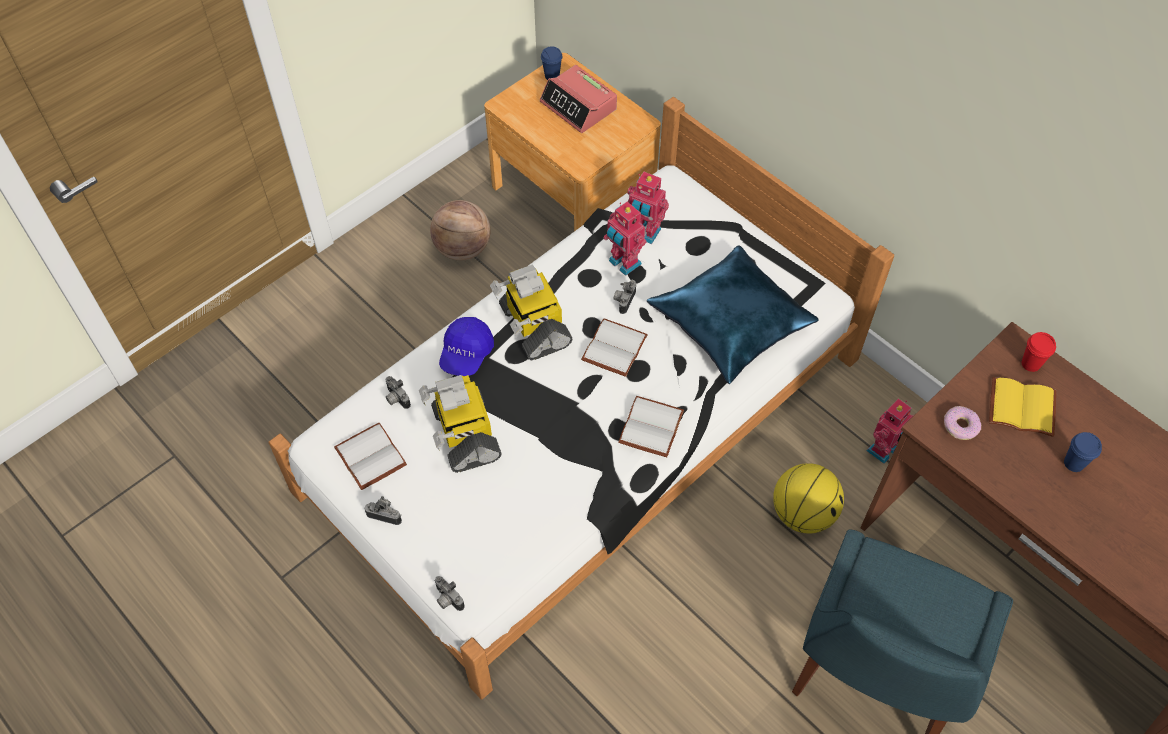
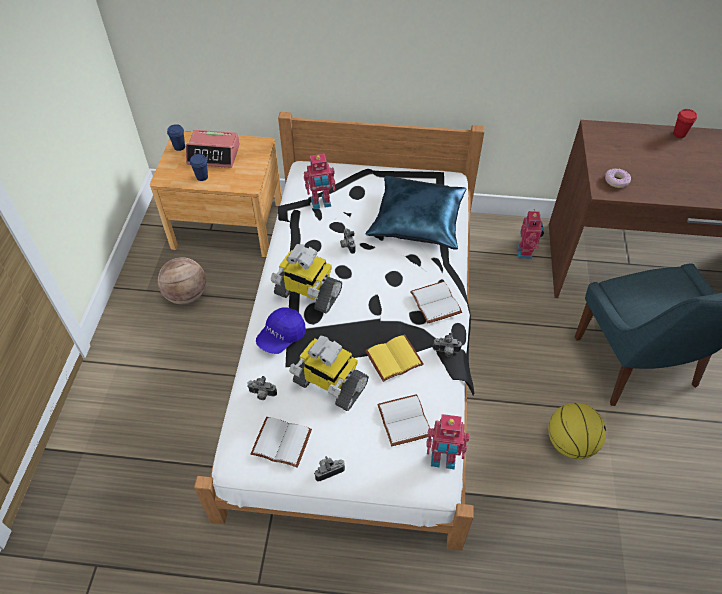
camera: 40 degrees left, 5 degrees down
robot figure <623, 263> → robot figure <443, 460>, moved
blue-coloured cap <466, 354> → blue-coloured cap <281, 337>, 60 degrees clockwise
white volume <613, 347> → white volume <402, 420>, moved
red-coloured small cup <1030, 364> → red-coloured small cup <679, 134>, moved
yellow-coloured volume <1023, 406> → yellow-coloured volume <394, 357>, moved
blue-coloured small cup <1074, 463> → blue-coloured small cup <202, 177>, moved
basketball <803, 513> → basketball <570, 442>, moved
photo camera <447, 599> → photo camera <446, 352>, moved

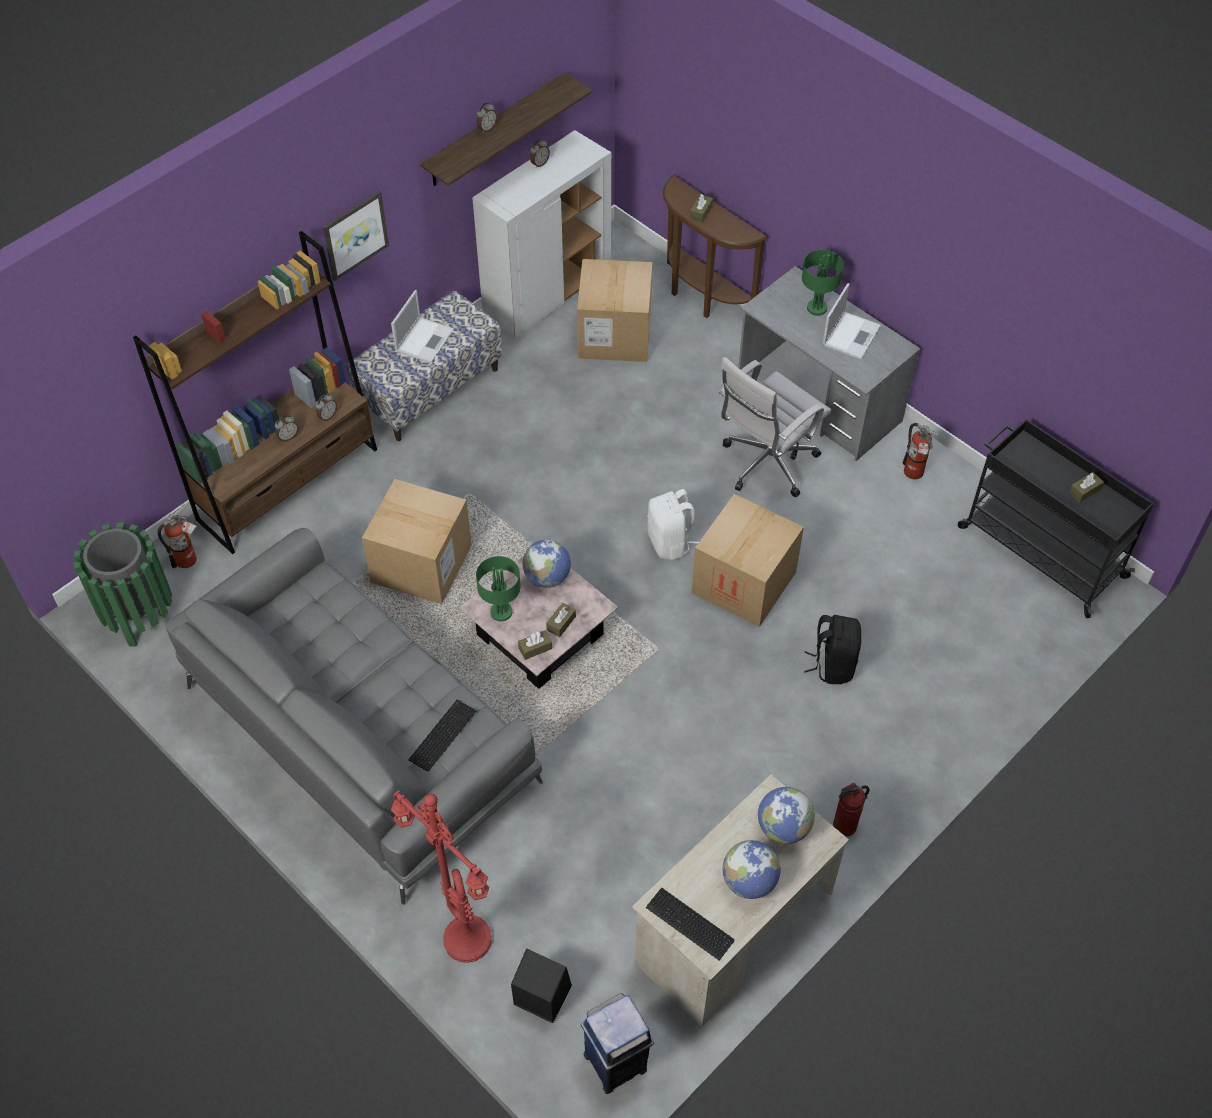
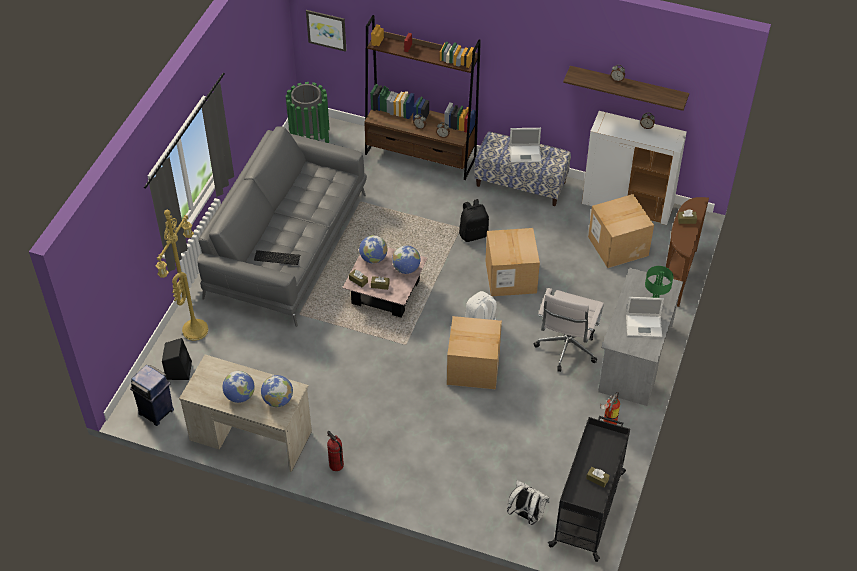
camera: 65 degrees right, 5 degrees down
picture <355, 235> → picture <326, 30>, moved
white computer chair <765, 465> → white computer chair <566, 349>, 90 degrees counterclockwise
cardboard box <421, 564> → cardboard box <510, 277>, moved
fire-fighting cylinder <189, 559> → -
green-coloured table lamp <501, 611> → desk globe <373, 258>
blackish backpack <832, 664> → blackish backpack <473, 234>, moved
red-coloured standard lamp <463, 940> → yellow-coloured standard lamp <194, 329>
keyboard <690, 925> → -
- → white backpack <526, 515>

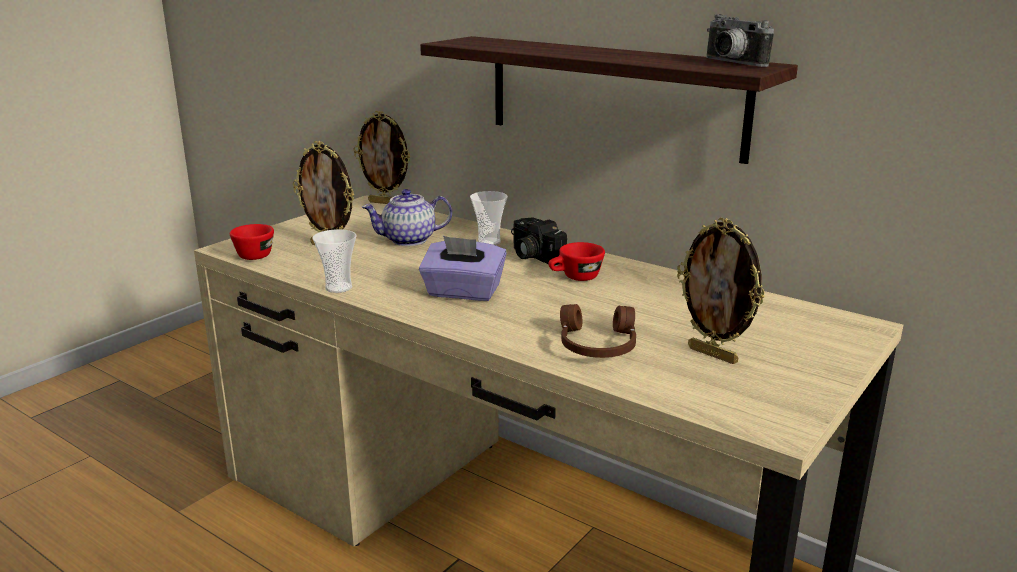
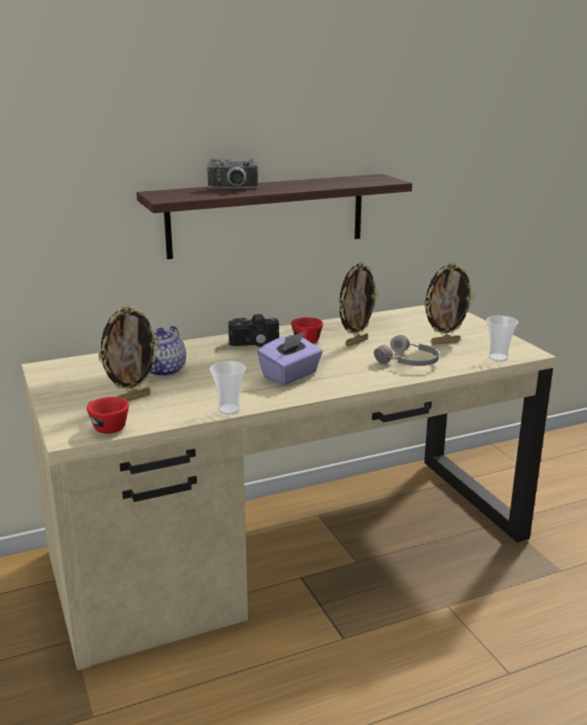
camera: 60 degrees left, 0 degrees up
photo camera <730, 63> → photo camera <233, 189>, moved
photo frame <385, 203> → photo frame <355, 342>, moved
small cup <489, 242> → small cup <498, 357>, moved
brown pair of headphones <596, 346> → gray pair of headphones <408, 362>

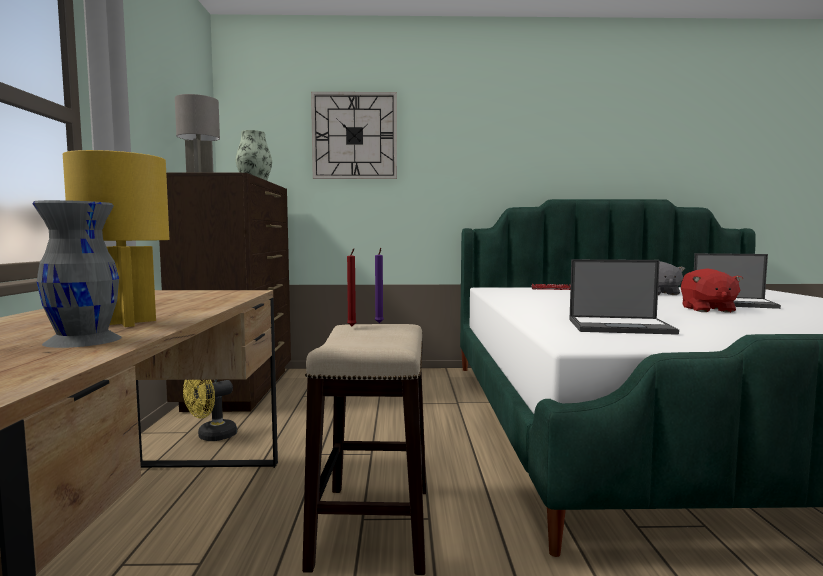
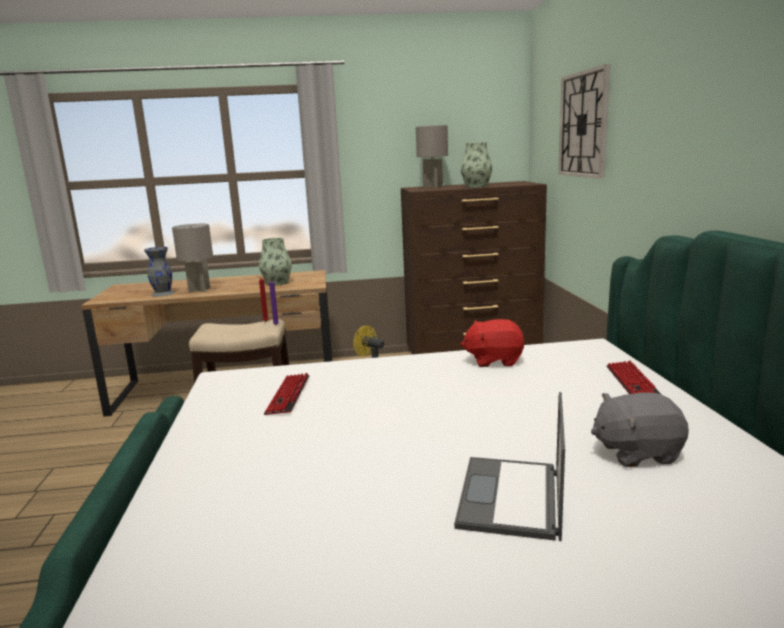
camera: 85 degrees right, 10 degrees up
yellow-coloured table lamp <124, 323> → gray table lamp <199, 290>
notebook computer <621, 326> → keyboard <288, 395>
red-coloured plush toy <707, 310> → red-coloured plush toy <493, 360>, moved
- → decorative vase <277, 283>

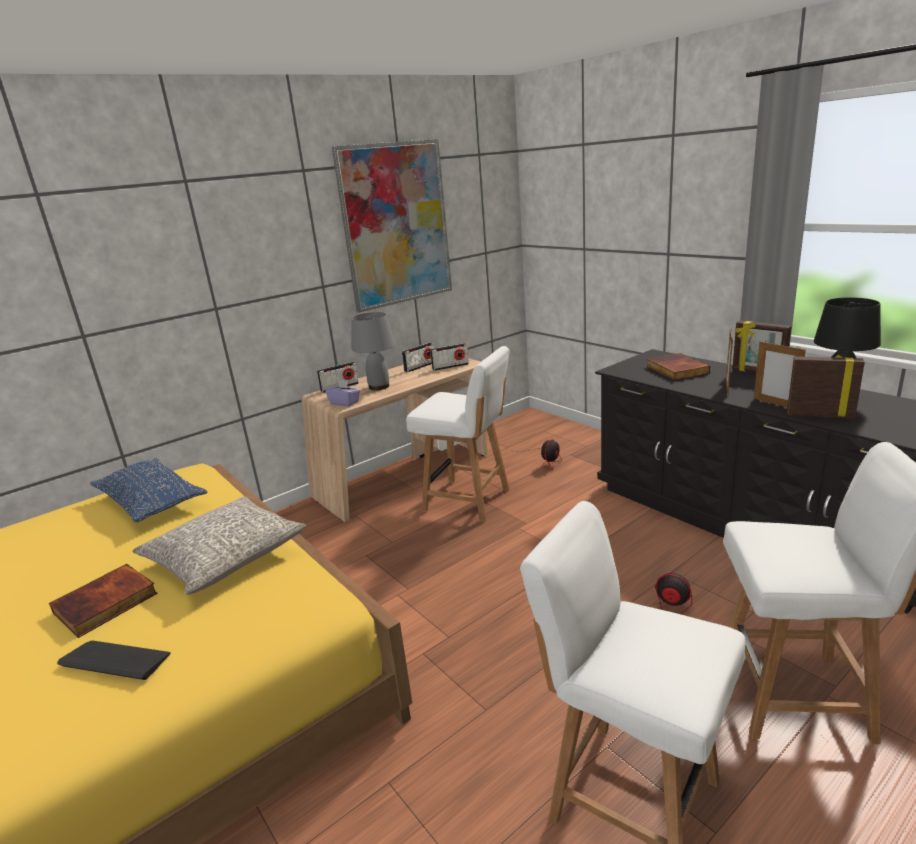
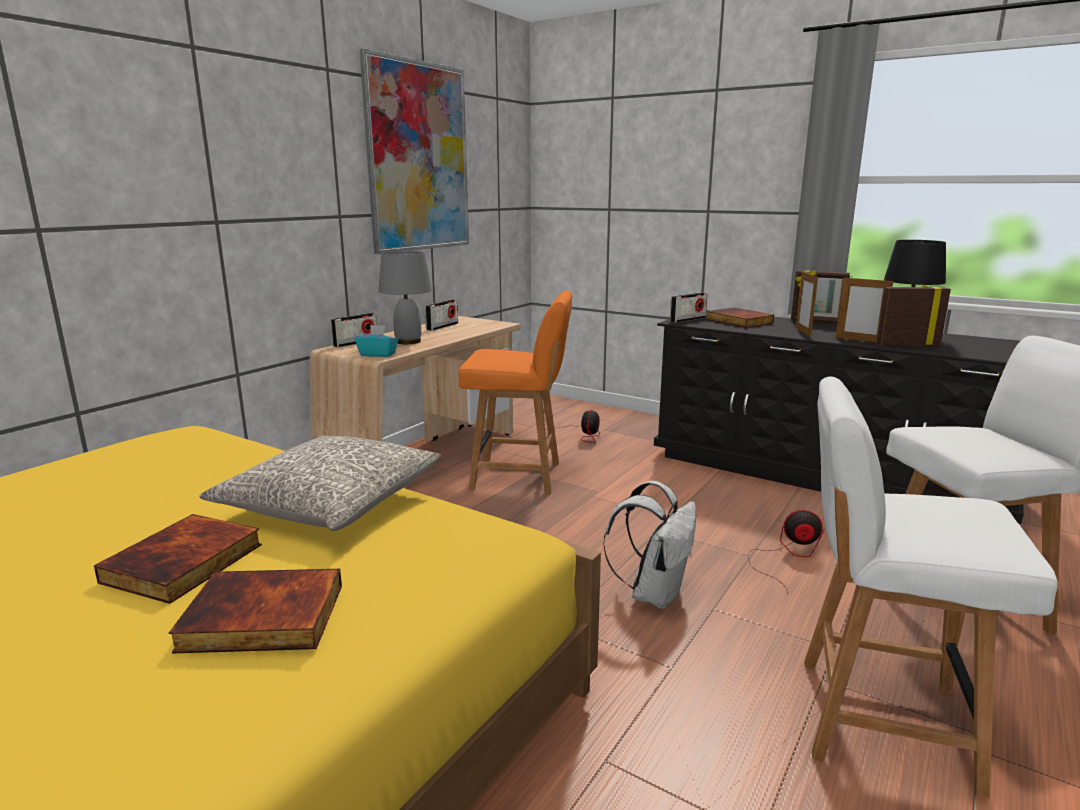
camera: 20 degrees left, 5 degrees down
radio <450, 366> → radio <687, 319>, moved
white plain chair <468, 501> → orangey plain chair <518, 476>
purplish tissue holder <345, 403> → turquoise tissue holder <378, 354>
blue-coloured cushion <151, 502> → -
keyboard <116, 661> → volume <261, 619>
- → white backpack <654, 593>

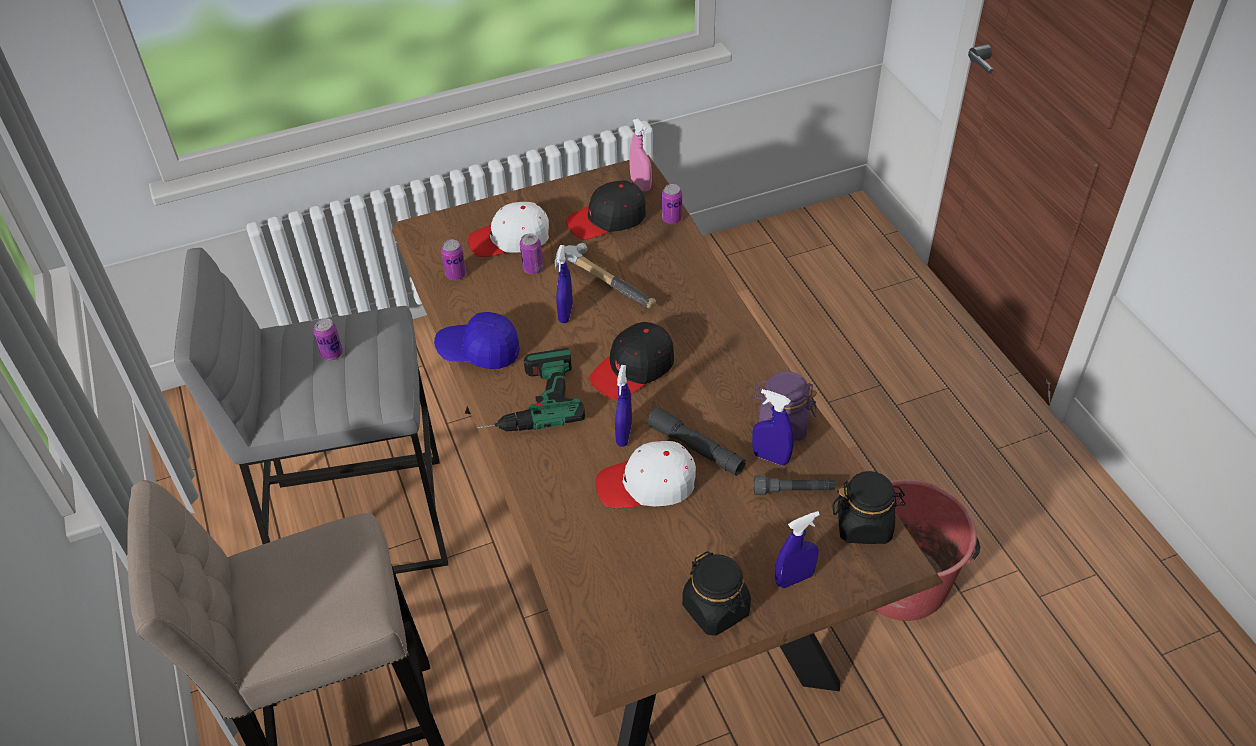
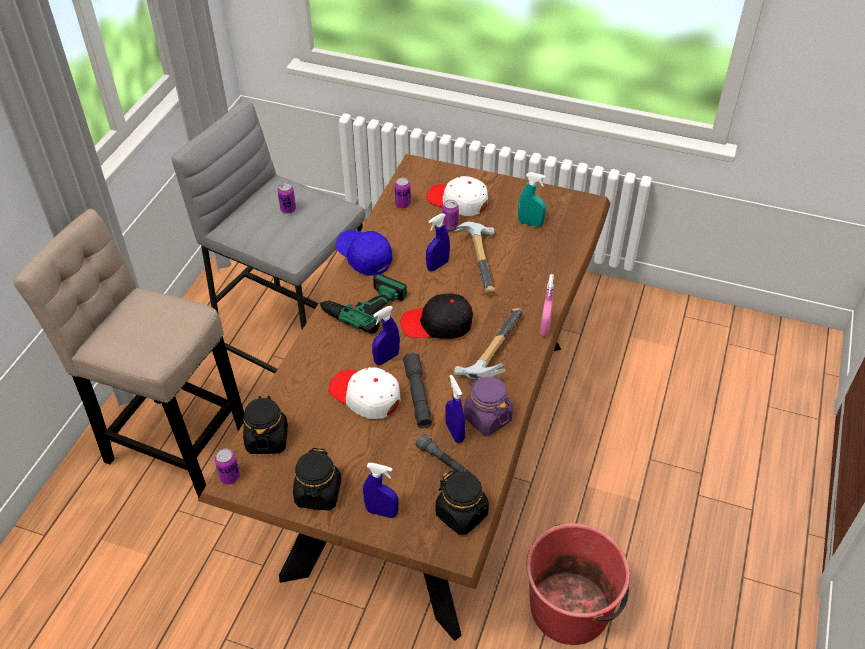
camera: 40 degrees right, 0 degrees up
pinkish sprayer <640, 184> → pinkish sprayer <545, 328>, moved
blackish cap <607, 219> → turquoise sprayer <530, 223>
metal can <671, 219> → metal can <230, 477>, moved
- → hammer <490, 351>
- → blackish preserve jar <267, 439>

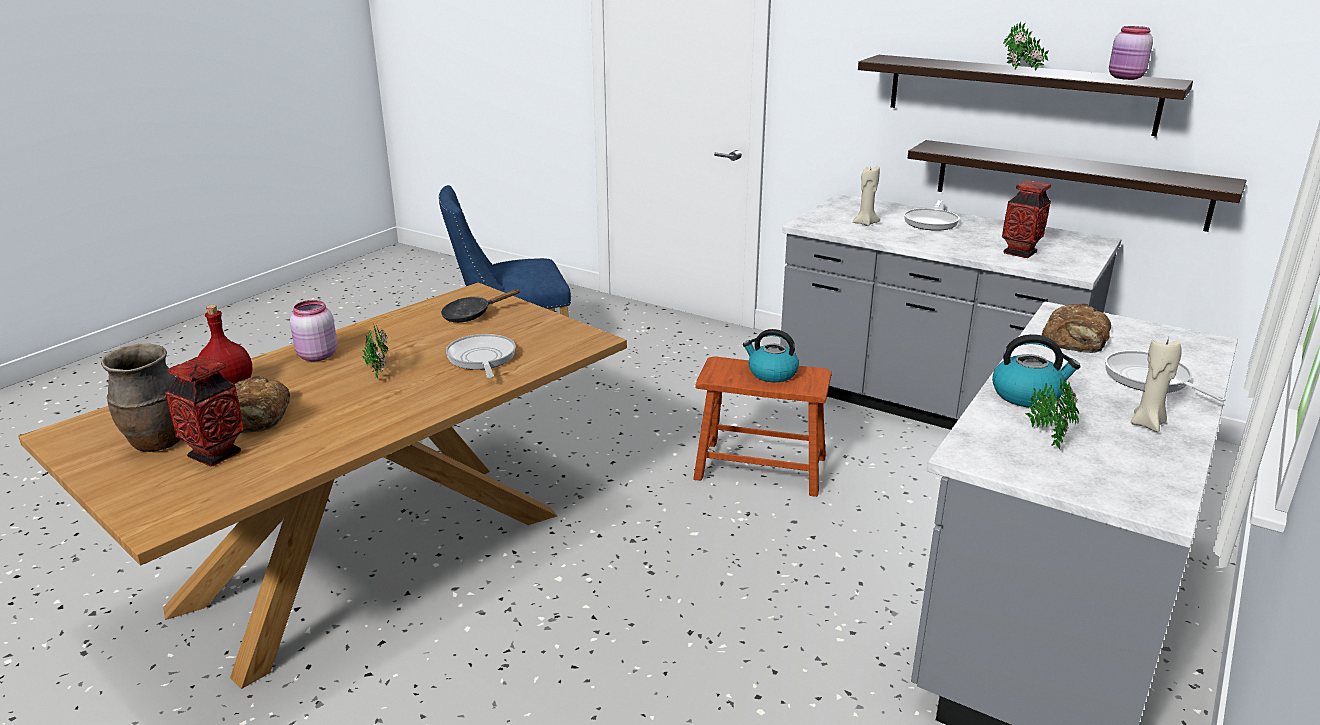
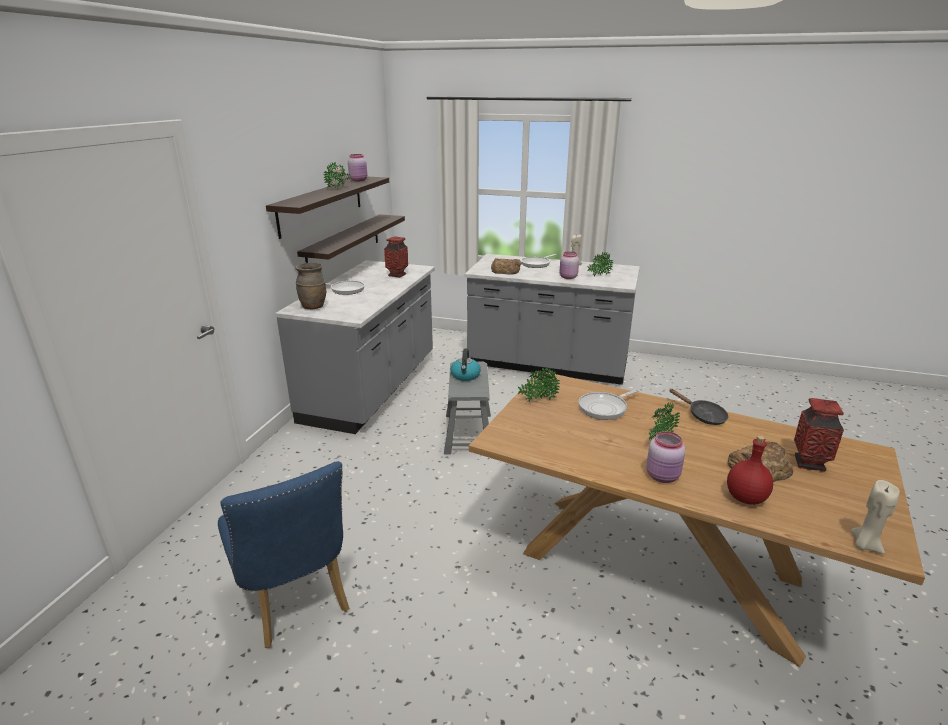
camera: 105 degrees left, 0 degrees up
beige-coloured wax light <865, 223> → beige-coloured wax light <865, 545>, moved
blackish pan <471, 315> → blackish pan <703, 416>, moved
tea kettle <1027, 395> → pinkish preserve jar <568, 277>
brown decorative vase <158, 443> → brown decorative vase <313, 307>, moved
brown sitting stool <760, 467> → gray sitting stool <468, 433>
- → houseplant <537, 400>

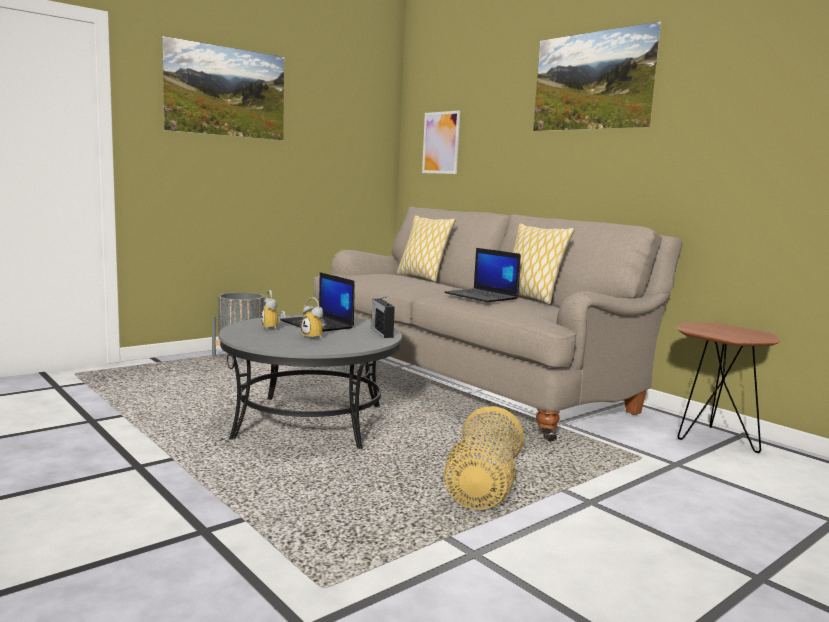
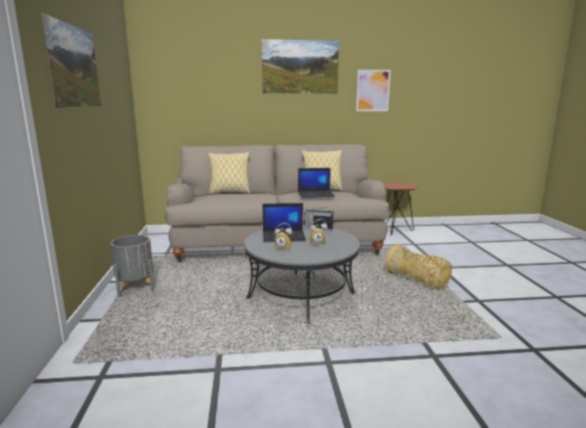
camera: 55 degrees left, 5 degrees up
picture <441, 142> → picture <373, 90>, moved

